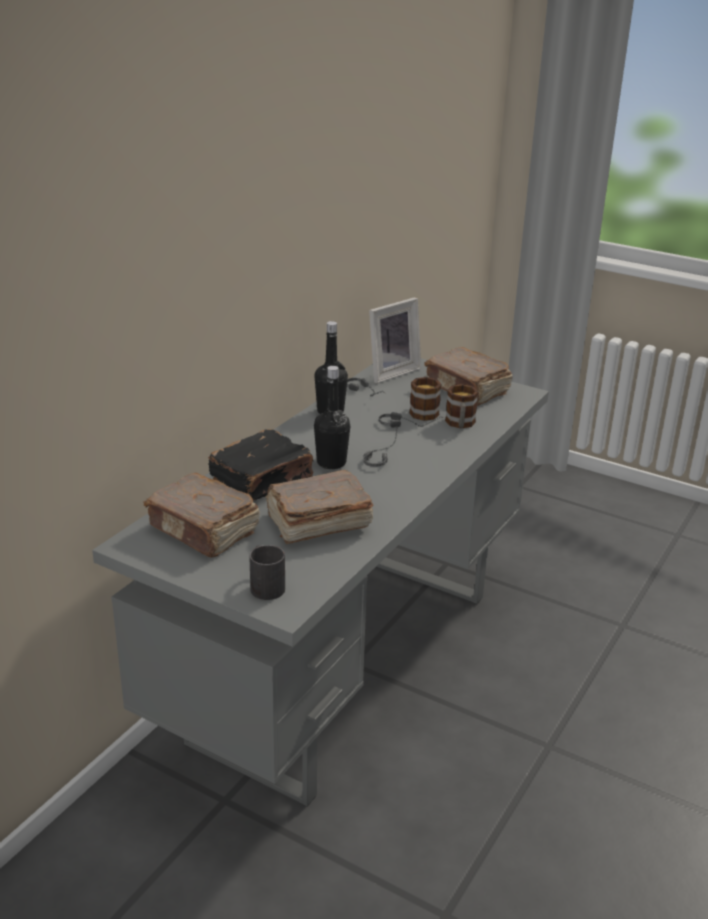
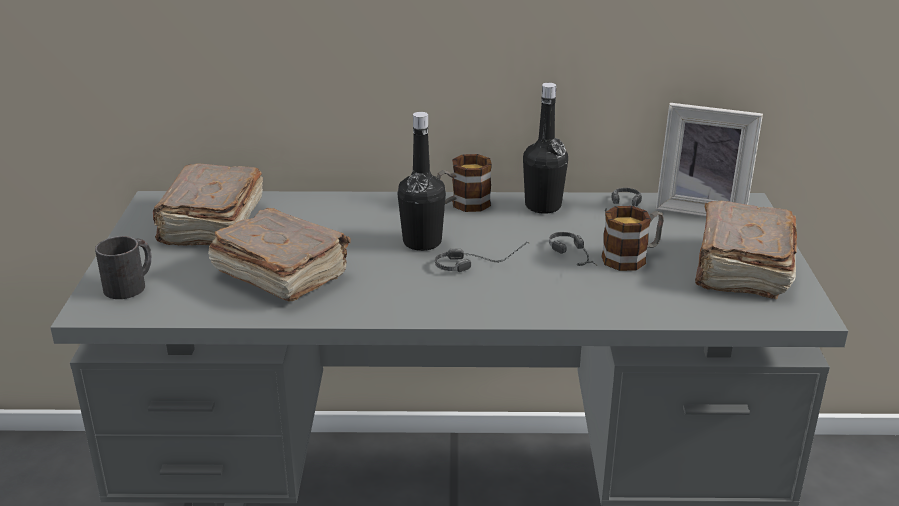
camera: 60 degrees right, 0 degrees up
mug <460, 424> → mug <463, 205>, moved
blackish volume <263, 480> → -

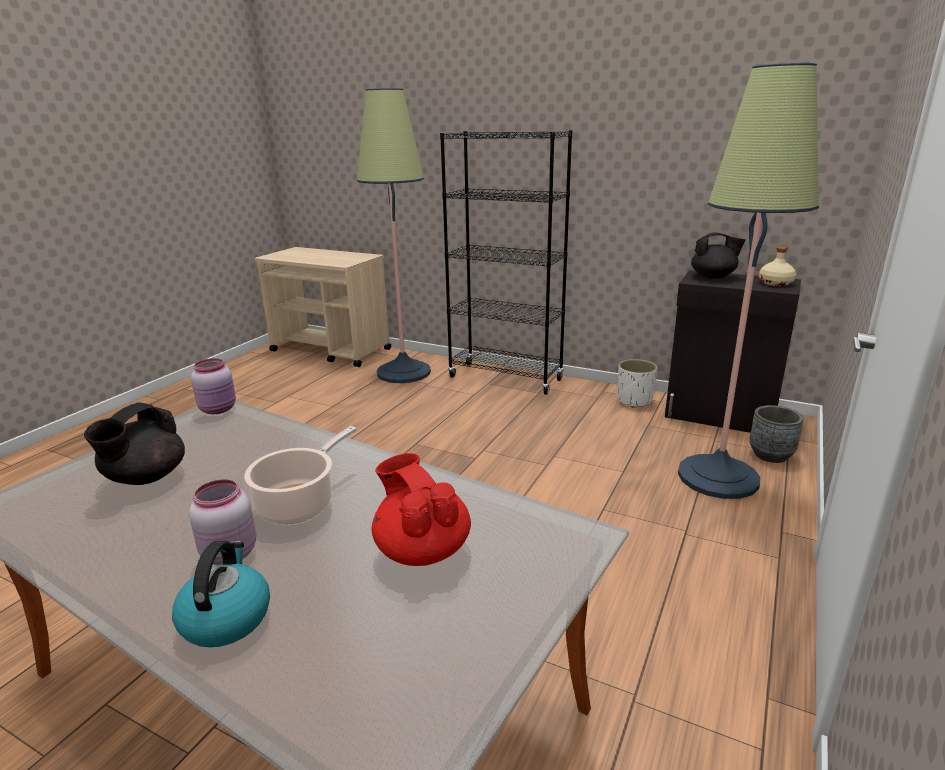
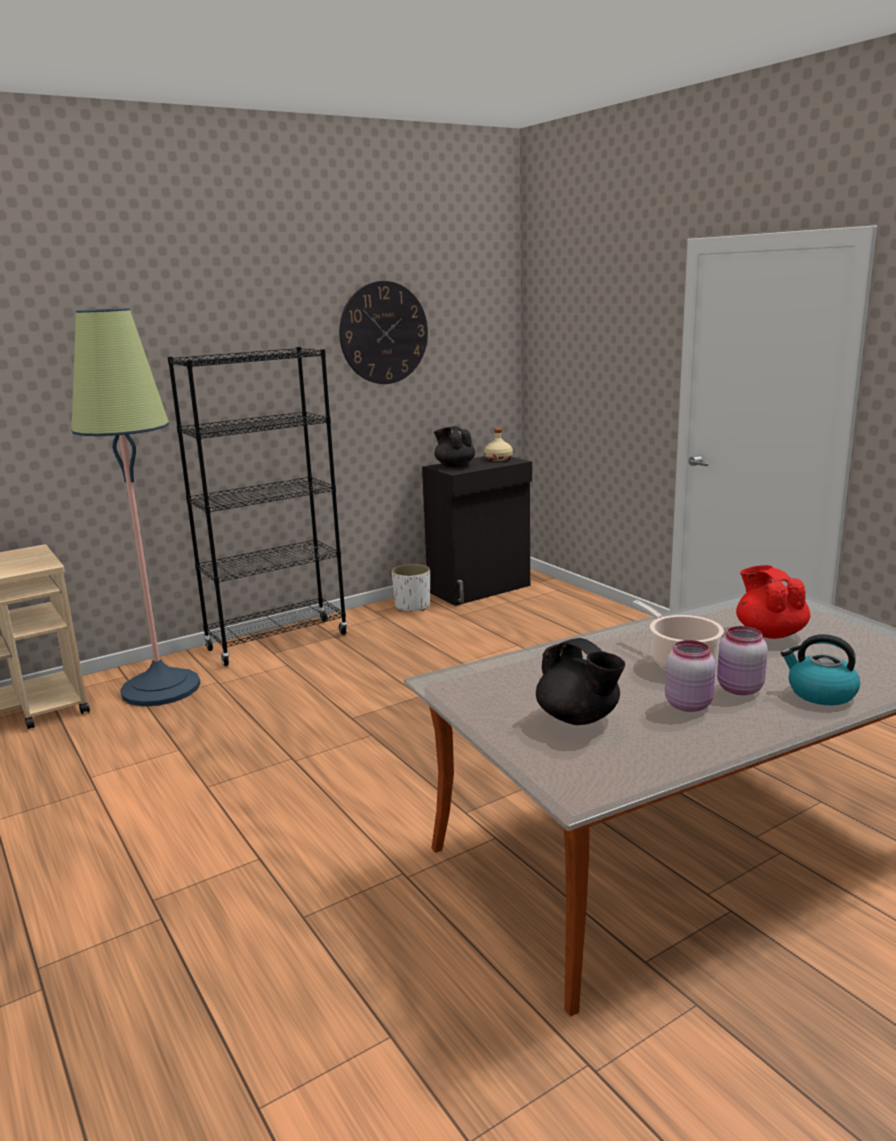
camera: 60 degrees left, 5 degrees down
standard lamp <718, 477> → -
blackish tea pot <713, 277> → blackish tea pot <454, 466>, 75 degrees counterclockwise
pinkish preserve jar <219, 409> → pinkish preserve jar <688, 704>, moved
gray flower pot <771, 455> → -
red-coloured tea pot <422, 549> → red-coloured tea pot <769, 633>, 75 degrees clockwise
- → wall clock <384, 333>

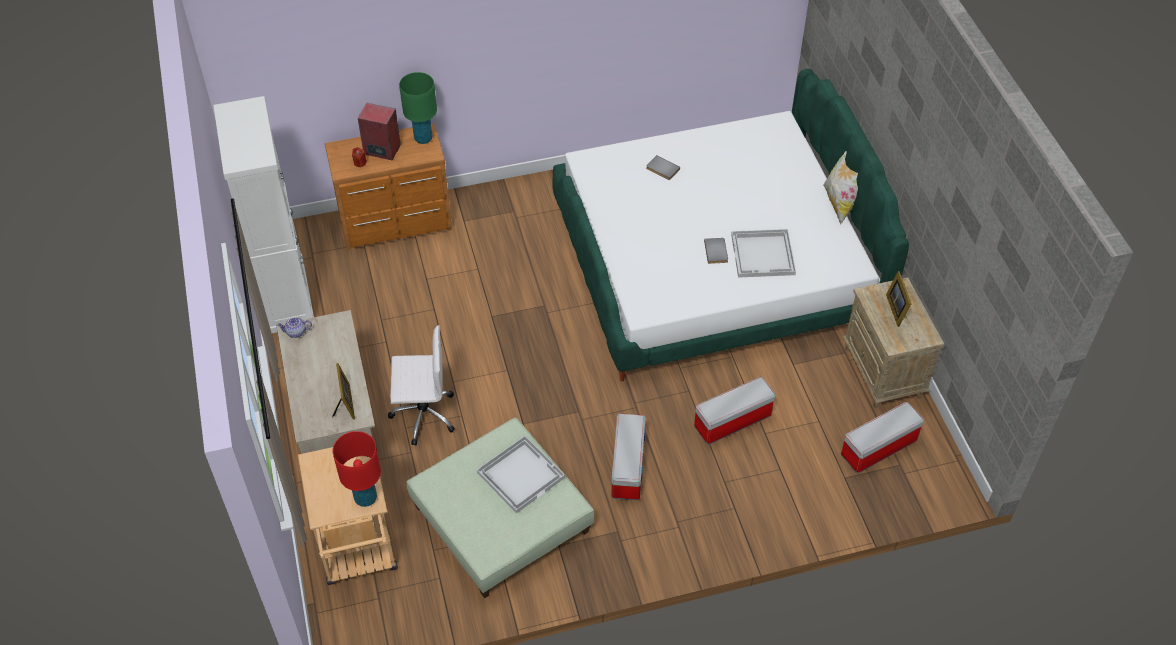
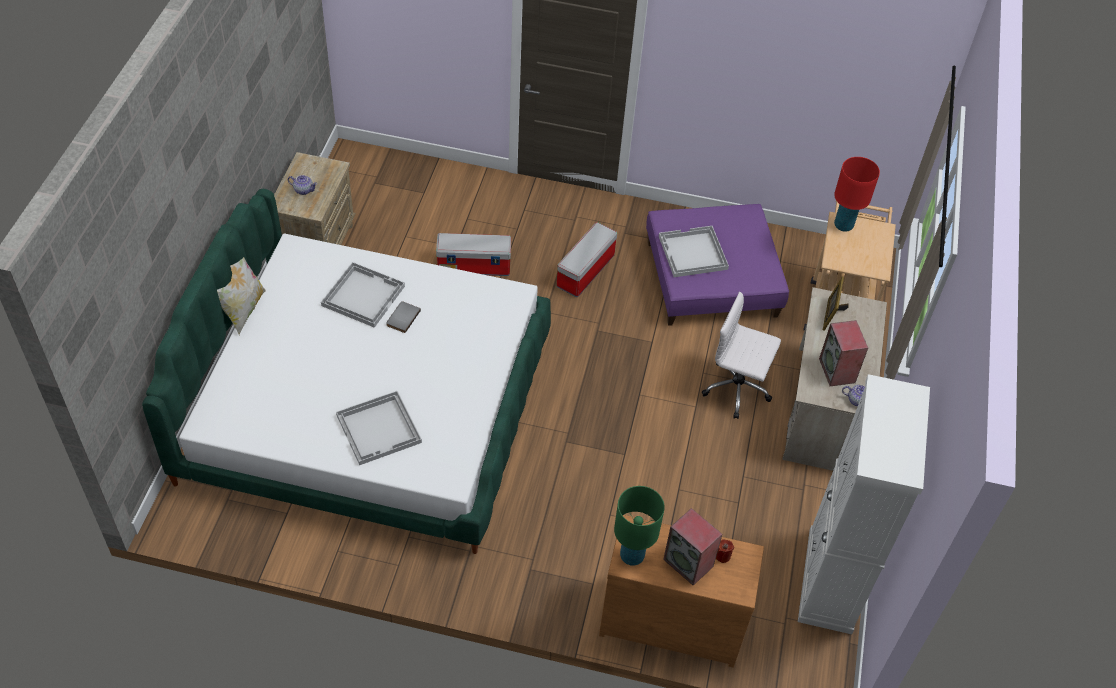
camera: 155 degrees left, 0 degrees up
gray volume <662, 169> → white tray <379, 429>
photo frame <897, 308> → tea pot <303, 190>
storage bin <878, 448> → -
green-coloured pouffe <500, 519> → purplish pouffe <712, 279>
- → loudspeaker <837, 371>

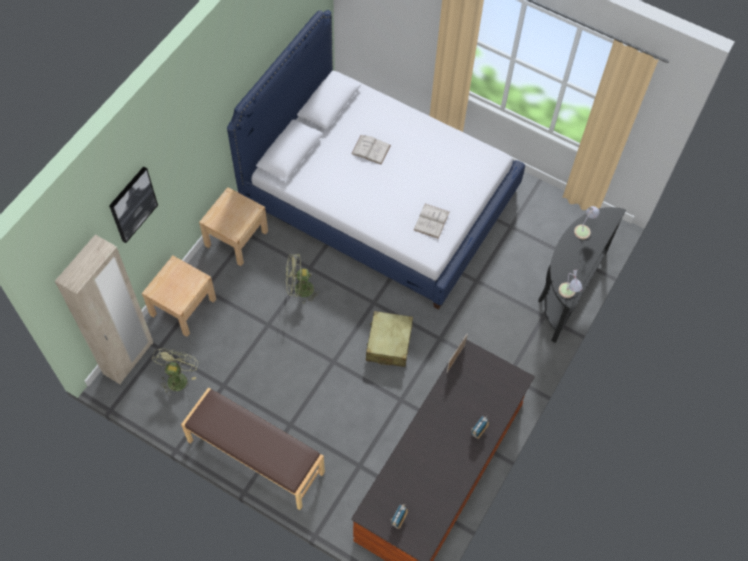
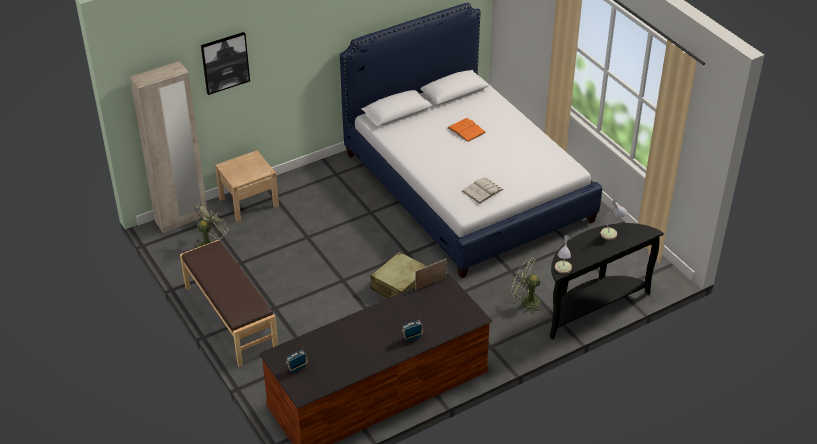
camera: 30 degrees right, 20 degrees down
white volume <371, 149> → orangey volume <466, 130>
beige-coloured night table <236, 238> → -
green-coloured fan <299, 290> → green-coloured fan <525, 301>, moved

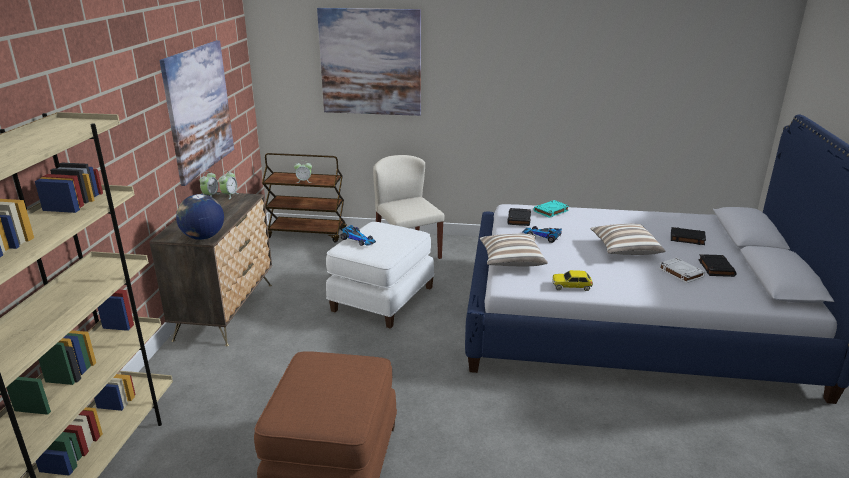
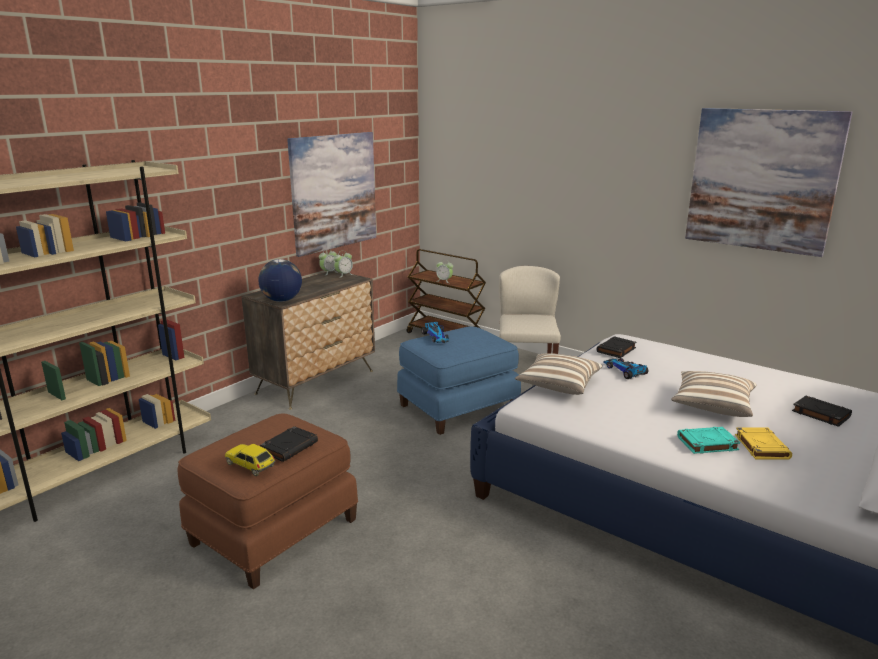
camera: 30 degrees right, 5 degrees down
picture <370, 62> → picture <761, 180>, moved
turquoise volume <551, 211> → turquoise volume <706, 443>, moved
white pouffe <381, 298> → blue-coloured pouffe <457, 406>
blackish volume <715, 268> → blackish volume <289, 447>, moved
white volume <680, 272> → yellow-coloured volume <761, 446>
toy car <571, 286> → toy car <251, 465>, moved

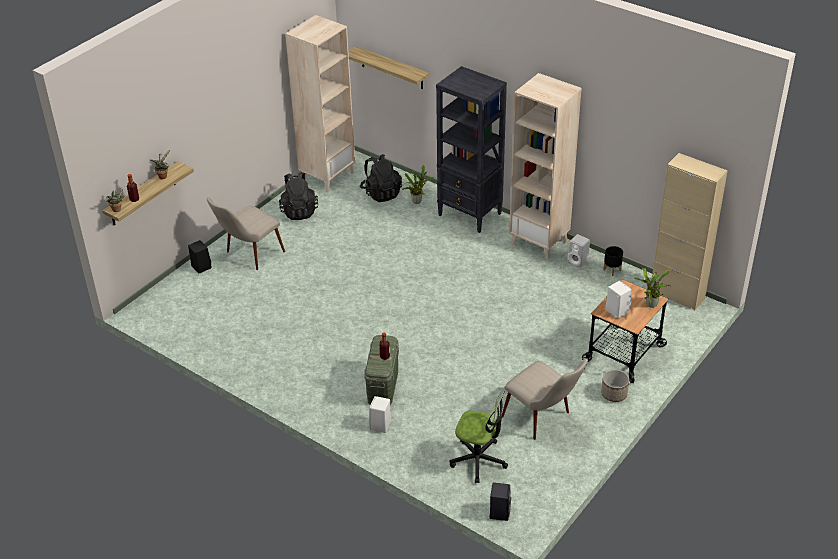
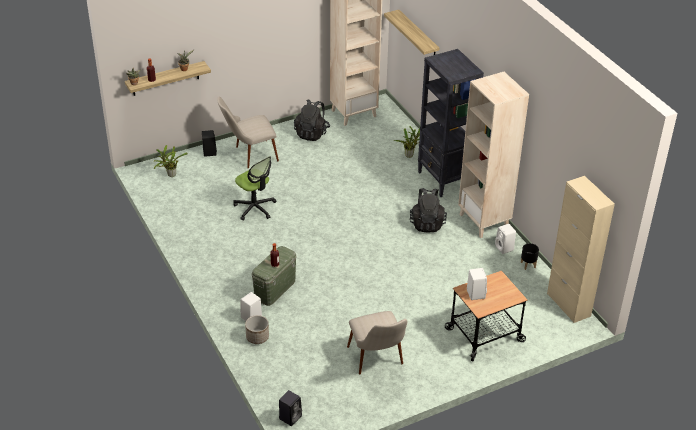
camera: 25 degrees right, 0 degrees up
blackish backpack <381, 193> → blackish backpack <427, 223>, moved
houseplant <650, 305> → houseplant <170, 175>, moved
flower pot <613, 394> → flower pot <257, 337>, moved
computer chair <478, 460> → computer chair <255, 208>, moved

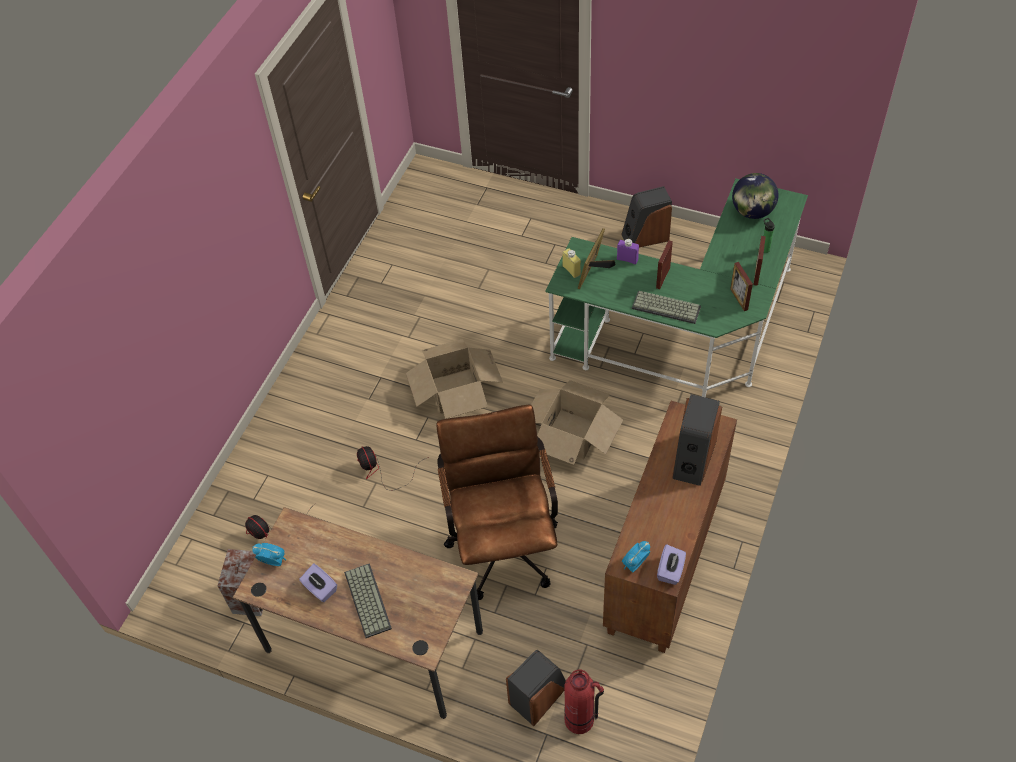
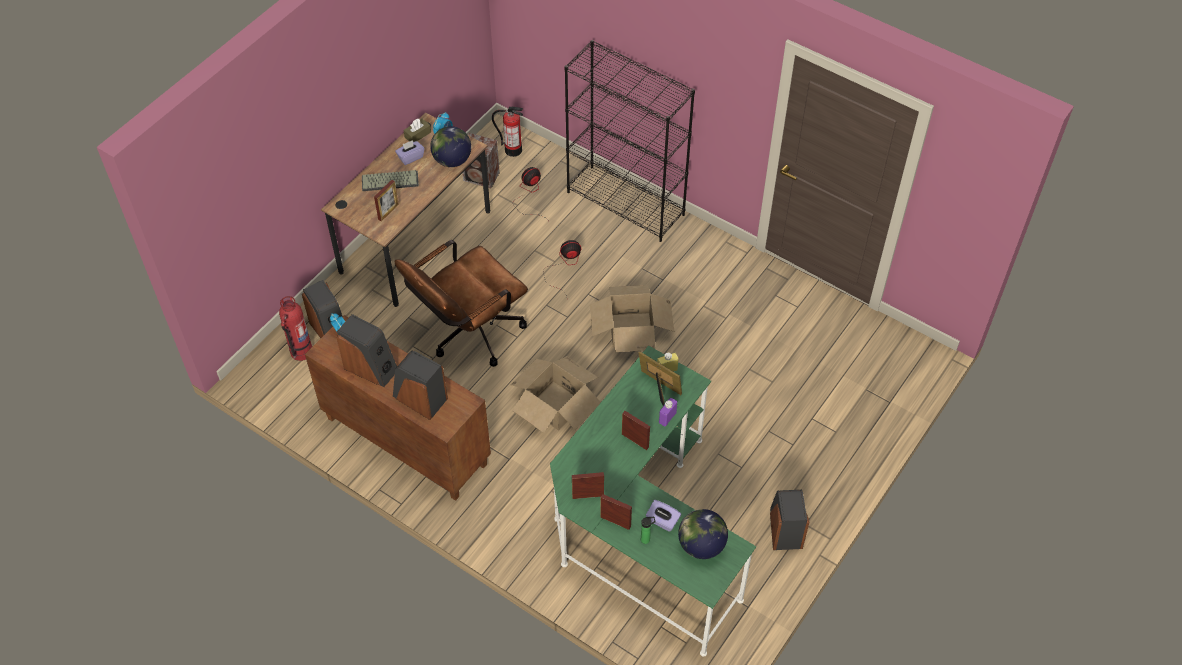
camera: 100 degrees right, 0 degrees up
keyboard <667, 307> → -
brown computer chair <503, 540> → brown computer chair <468, 334>, 135 degrees clockwise
purplish tissue holder <670, 571> → purplish tissue holder <662, 521>, moved
- → blackish shelving unit <626, 203>
- → fire-fighting cylinder <513, 150>
- → brown tissue holder <417, 135>
- → desk globe <452, 160>
- → photo frame <388, 212>
- → loudspeaker <371, 368>

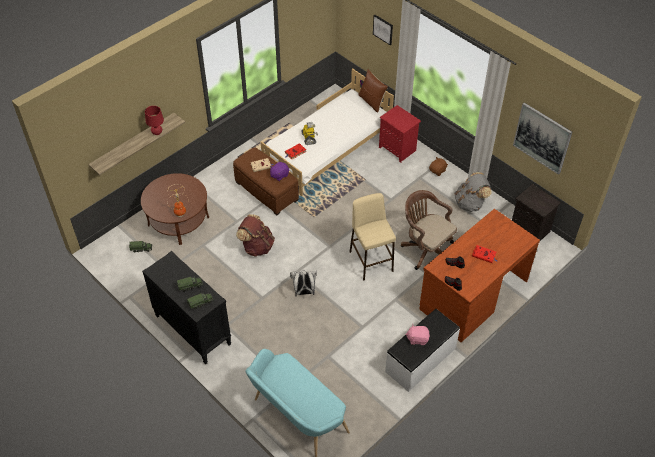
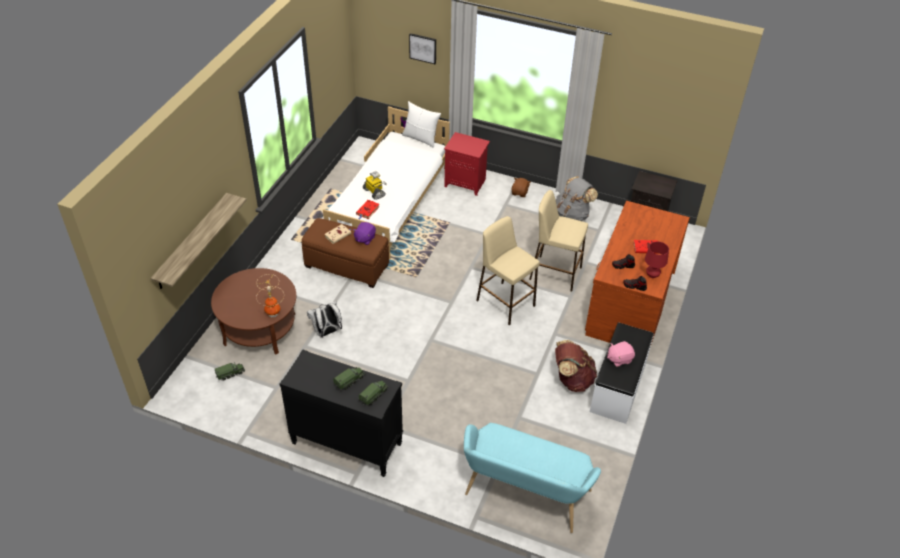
camera: 25 degrees left, 5 degrees down
brown cushion <371, 102> → white cushion <420, 138>
picture <542, 138> → -
red-coloured table lamp <157, 133> → red-coloured table lamp <652, 275>, moved
brown computer chair <425, 249> → beige-coloured sitting stool <555, 273>
brown backpack <257, 246> → brown backpack <572, 379>, moved
white backpack <304, 292> → white backpack <327, 332>, moved

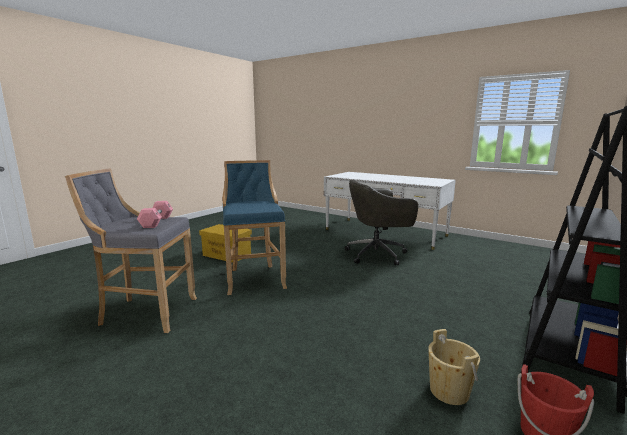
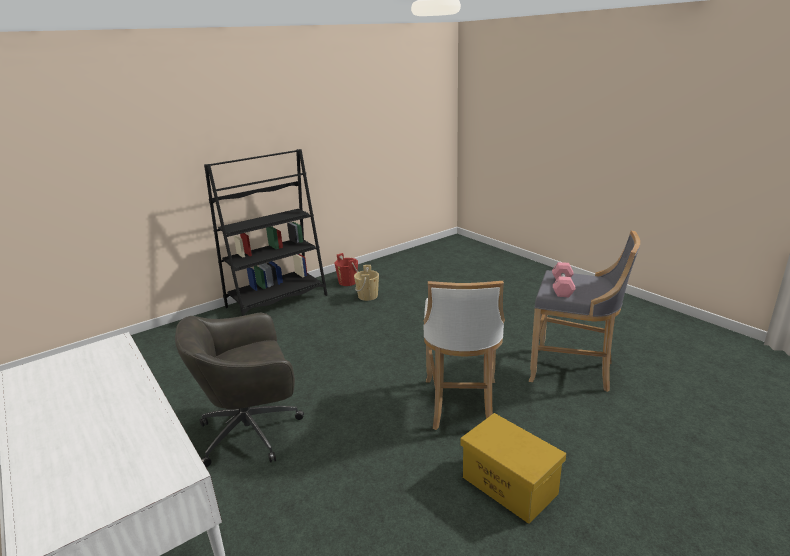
camera: 160 degrees left, 10 degrees up
blue-coloured sitting stool <254, 278> → white sitting stool <461, 406>
gray computer chair <378, 254> → gray computer chair <253, 431>, 150 degrees clockwise

